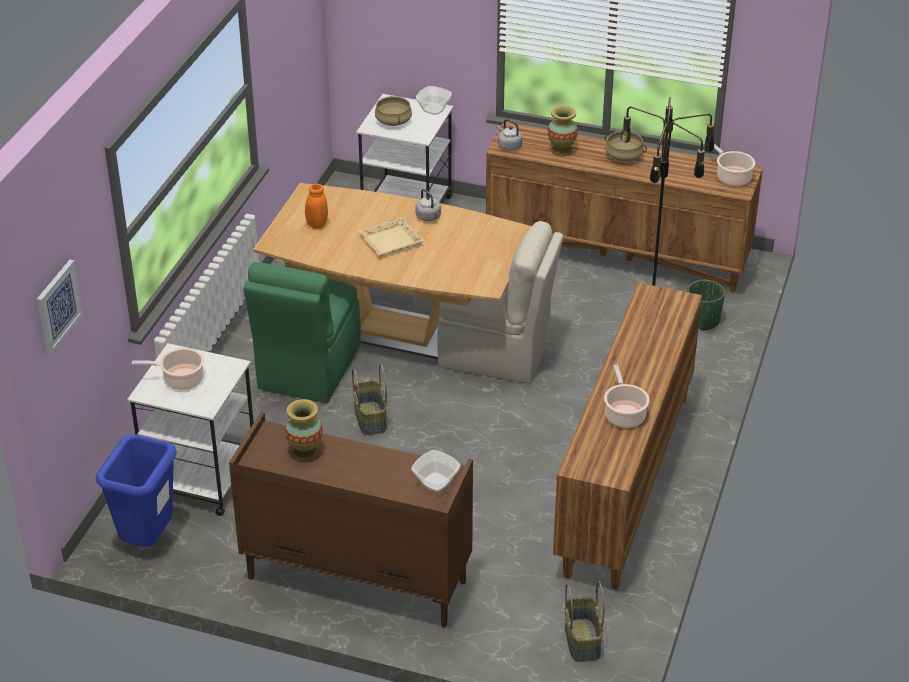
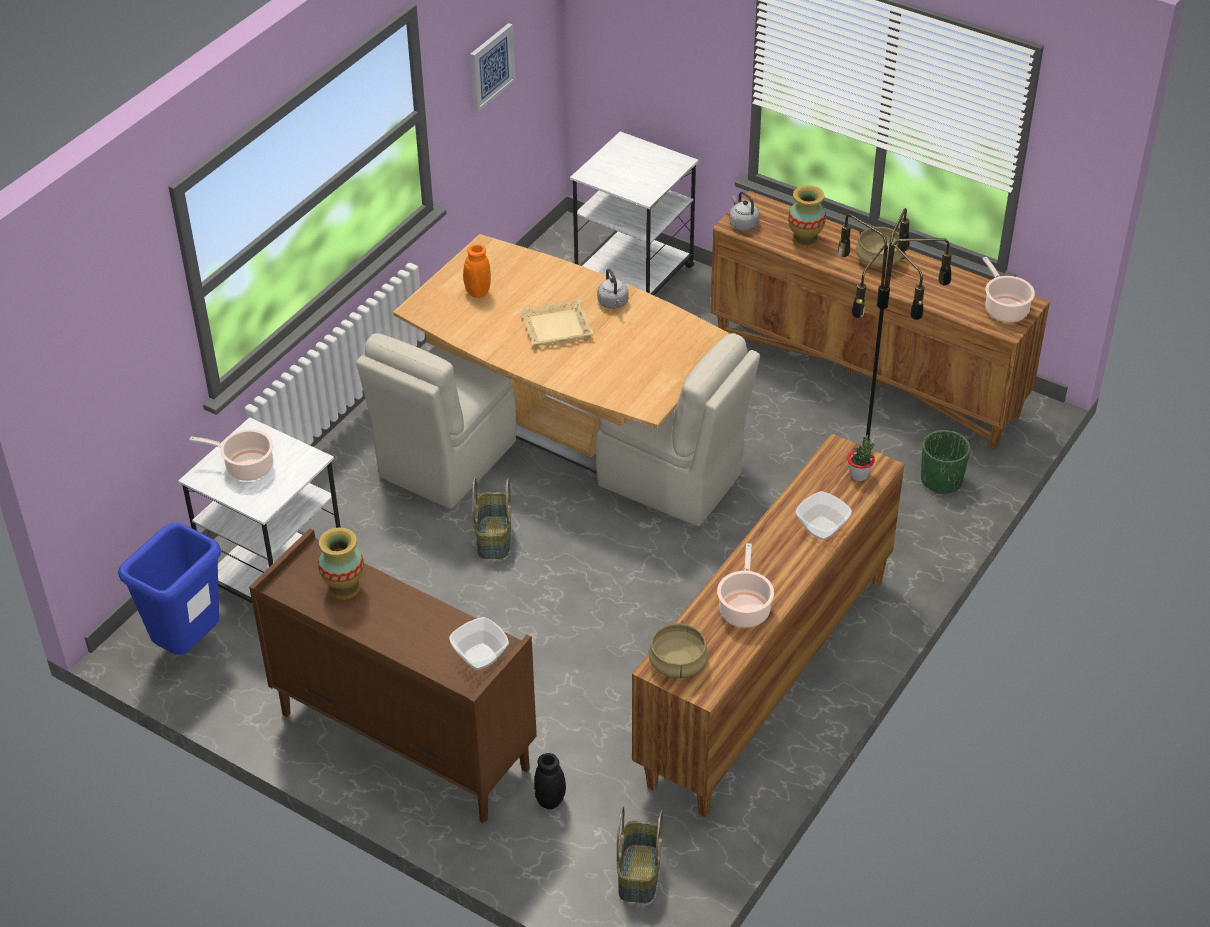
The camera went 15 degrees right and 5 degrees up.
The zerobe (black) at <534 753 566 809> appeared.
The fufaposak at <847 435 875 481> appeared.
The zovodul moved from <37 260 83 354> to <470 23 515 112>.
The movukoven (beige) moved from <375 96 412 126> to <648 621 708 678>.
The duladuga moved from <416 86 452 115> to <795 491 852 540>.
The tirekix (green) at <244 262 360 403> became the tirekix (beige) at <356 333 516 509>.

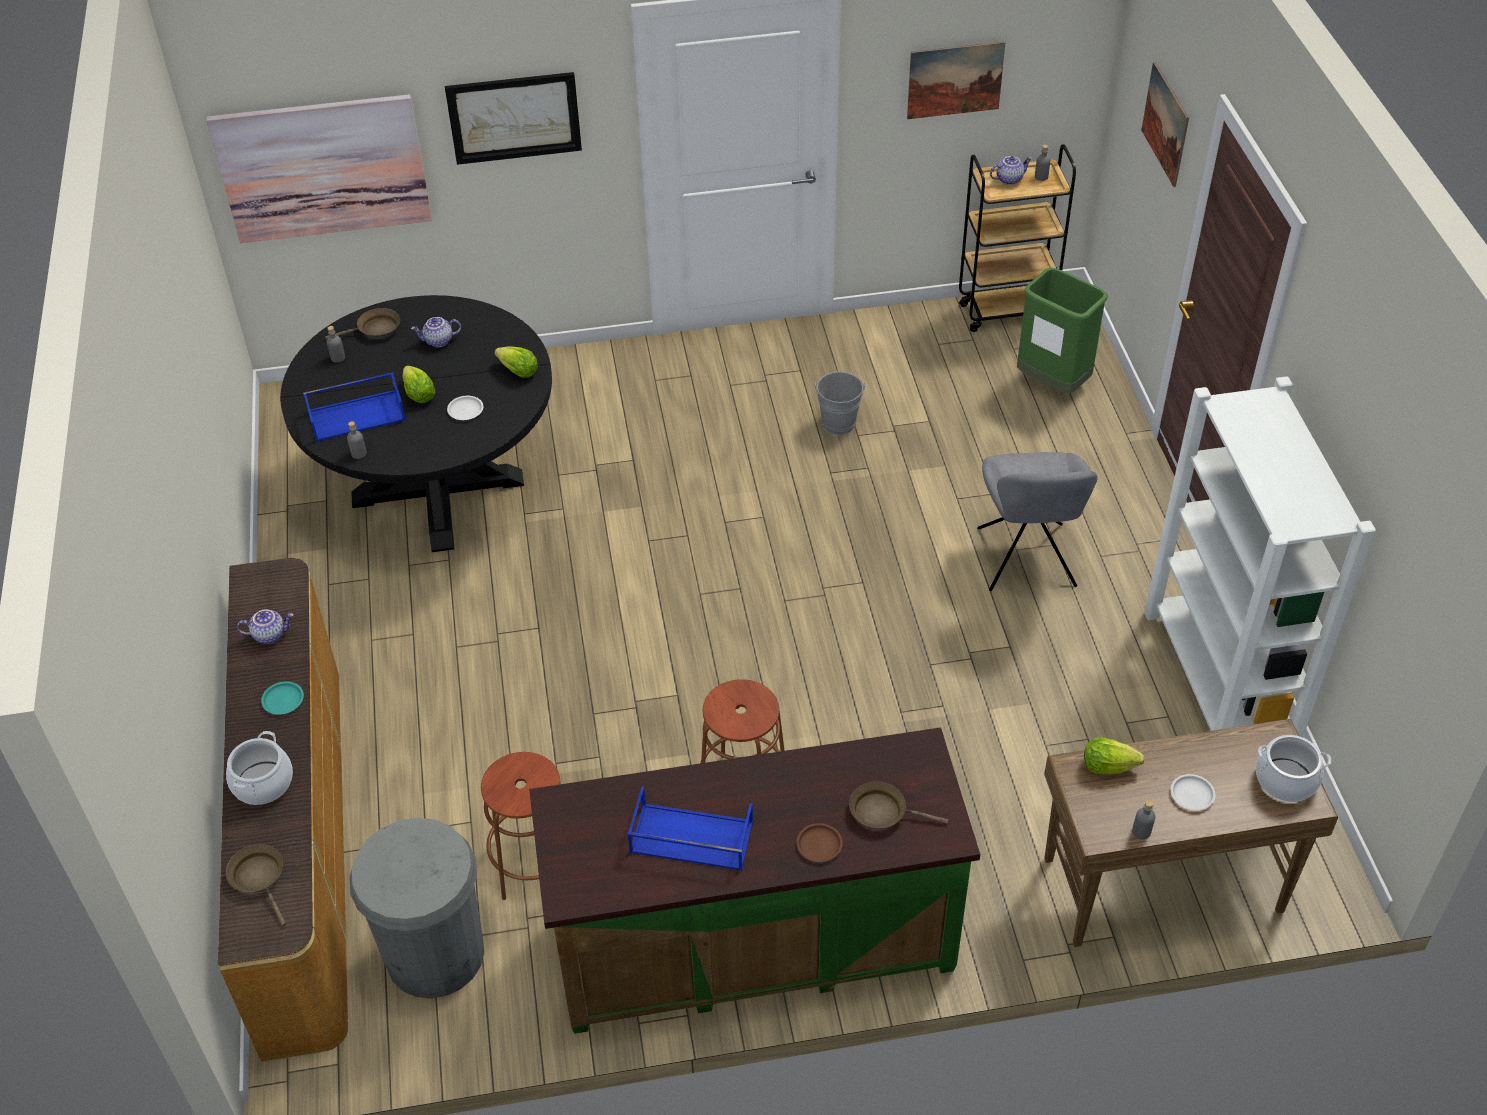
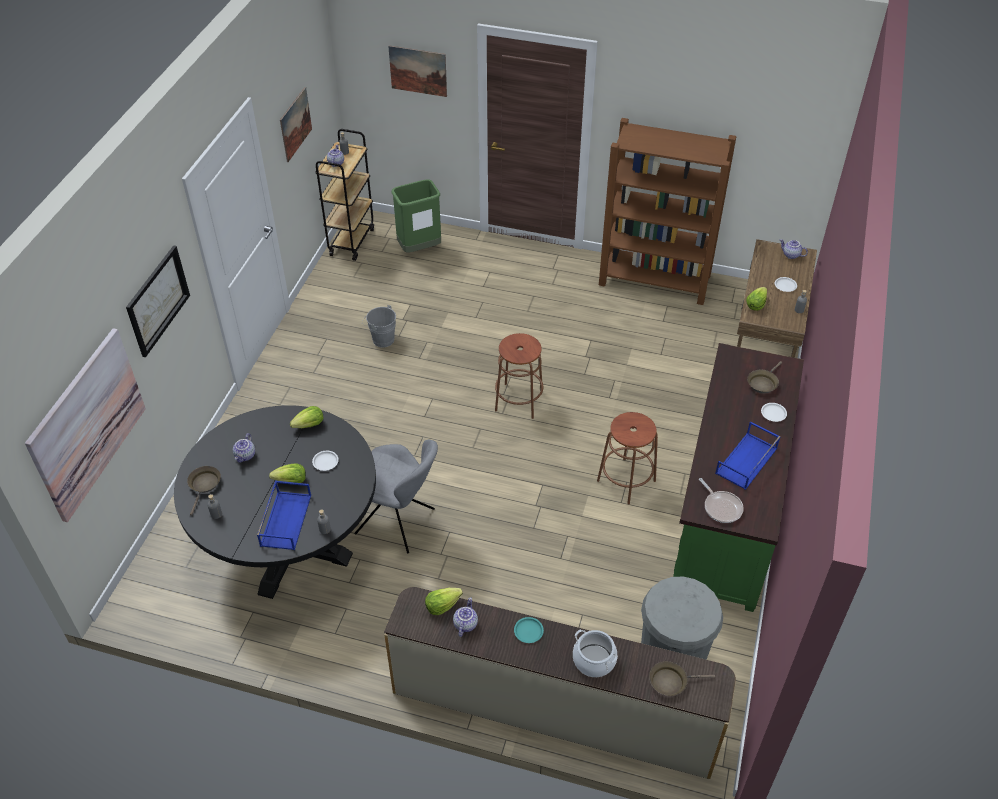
The camera went 65 degrees left and 0 degrees up.
The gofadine at <425 588 463 615> appeared.
The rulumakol at <699 478 744 523> appeared.
The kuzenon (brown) moved from <481 752 560 900> to <495 333 544 419>.
The tirekix (grey) moved from <977 452 1098 591> to <354 440 438 554>.
The movukoven at <1256 735 1331 802> was replaced by the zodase at <780 239 808 259>.
The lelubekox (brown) at <796 823 843 862> became the lelubekox (white) at <761 403 787 422>.
The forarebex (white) at <1144 376 1376 737> became the forarebex (brown) at <599 118 737 305>.

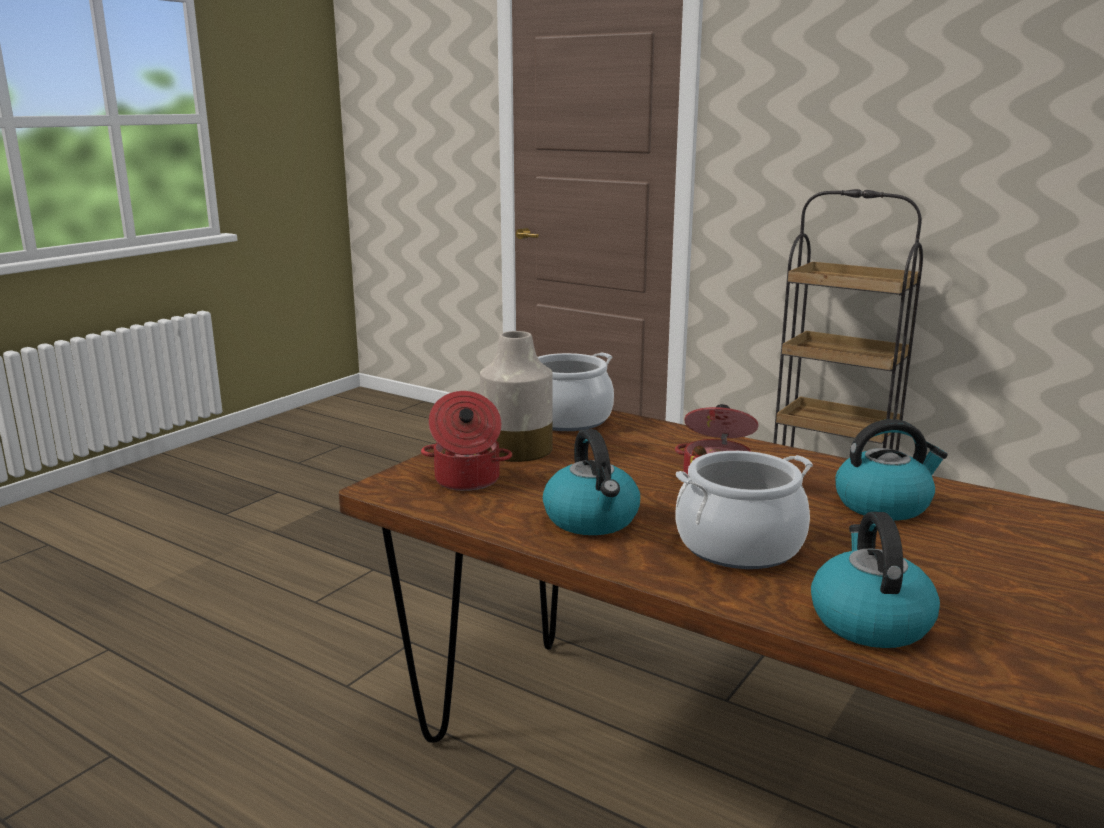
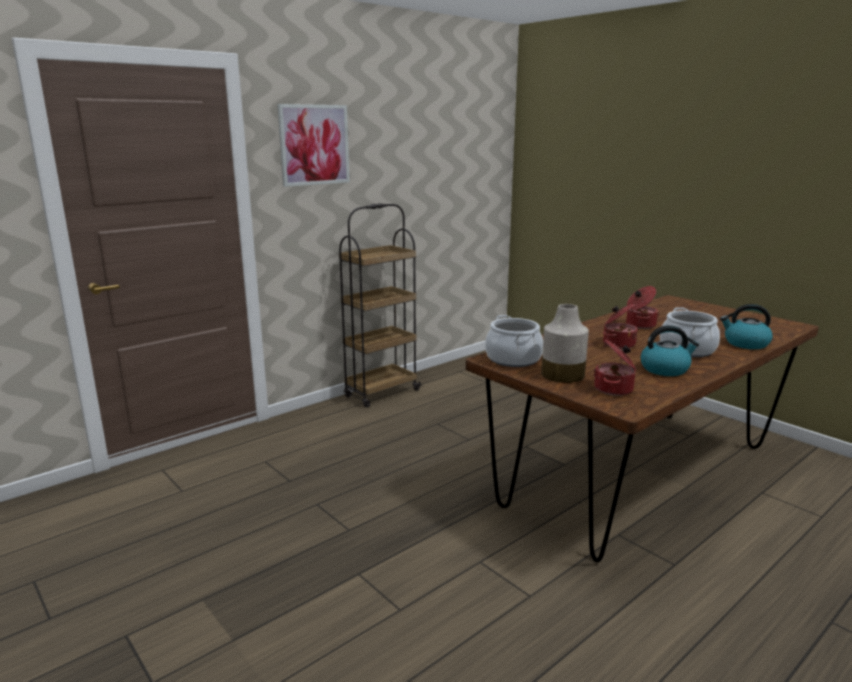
The camera went 75 degrees left and 0 degrees up.
The zovodul at <277 104 350 187> appeared.
The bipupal at <835 419 948 520> was replaced by the movukoven at <626 286 659 329>.

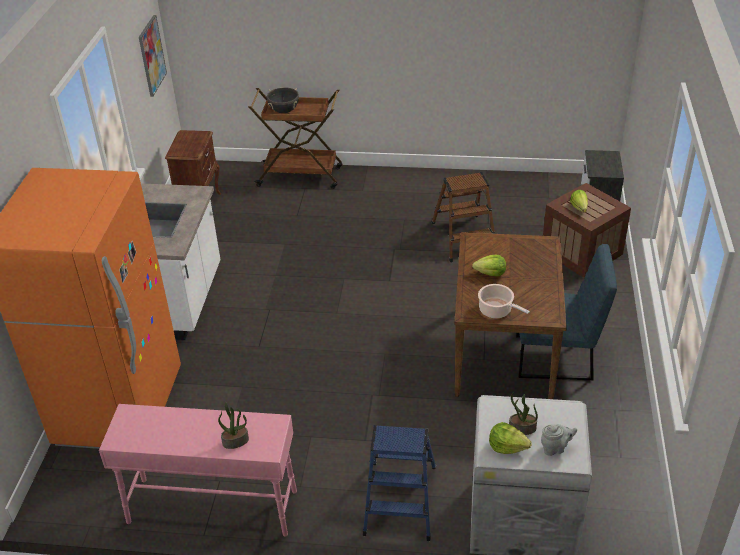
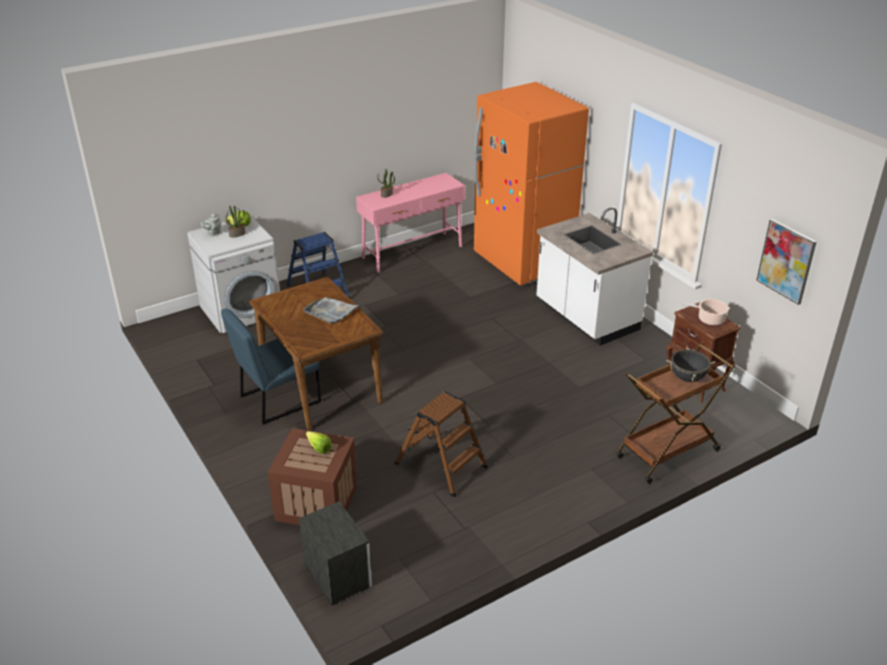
The camera went 140 degrees right and 5 degrees down.
The movukoven moved from <478 284 530 318> to <681 299 729 325>.
The gofadine at <472 255 506 276> was replaced by the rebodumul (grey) at <303 297 359 324>.

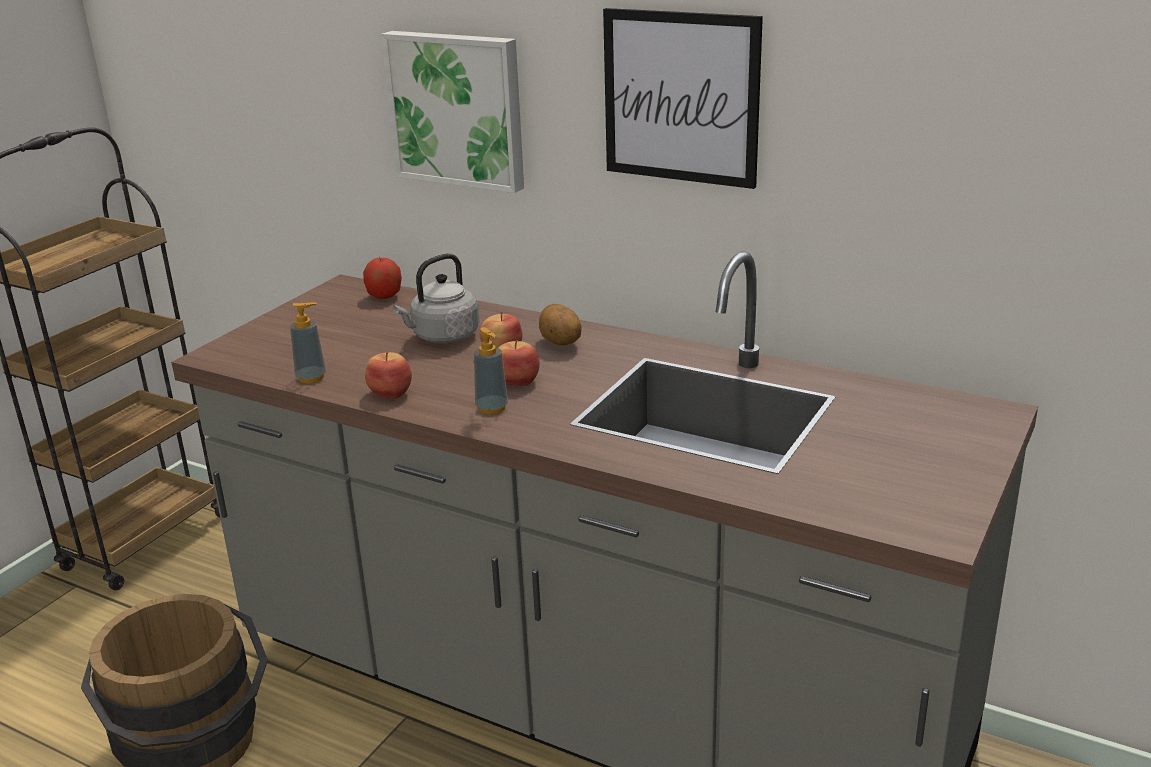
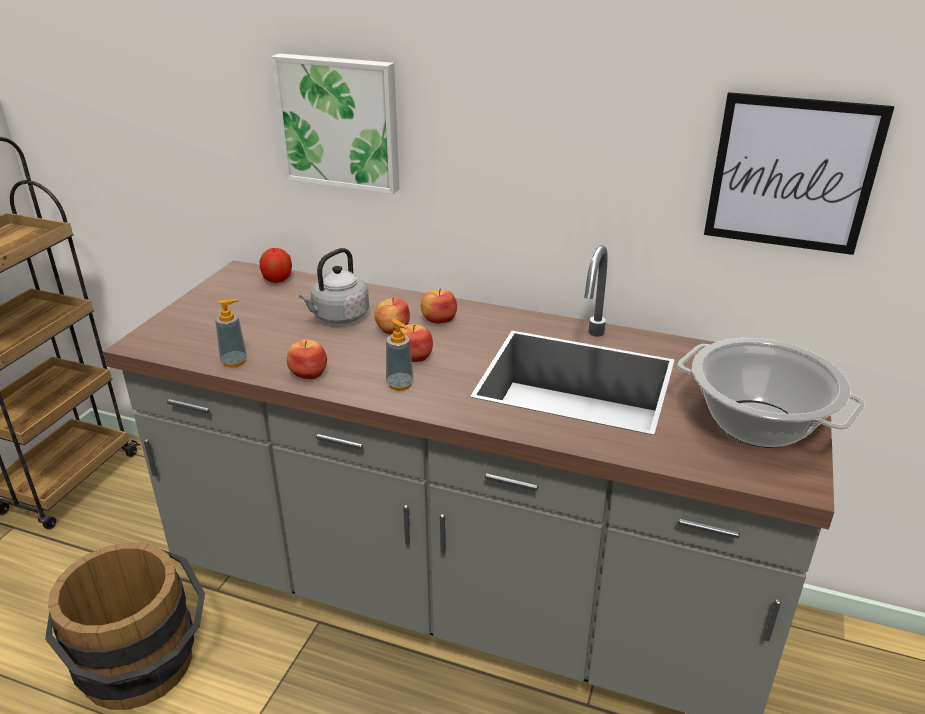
The camera went 10 degrees left and 5 degrees up.
The movukoven at <677 338 865 448> appeared.
The zovodul moved from <603 8 763 189> to <704 92 894 255>.
The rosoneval at <539 304 582 345> was replaced by the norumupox at <421 288 457 324>.

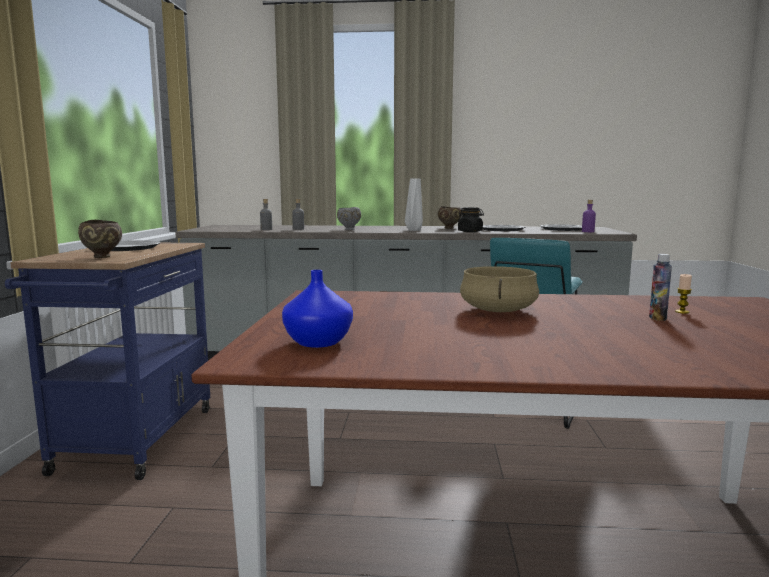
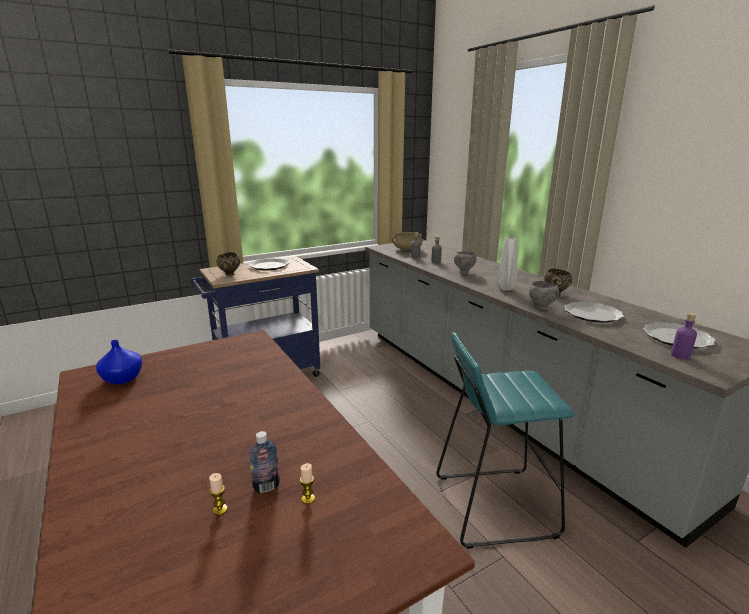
The camera went 55 degrees right and 10 degrees up.
The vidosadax at <209 473 228 515> appeared.
The movukoven (beige) moved from <460 266 539 312> to <392 232 425 250>.
The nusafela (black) at <458 207 484 232> was replaced by the duladuga (grey) at <529 281 559 310>.

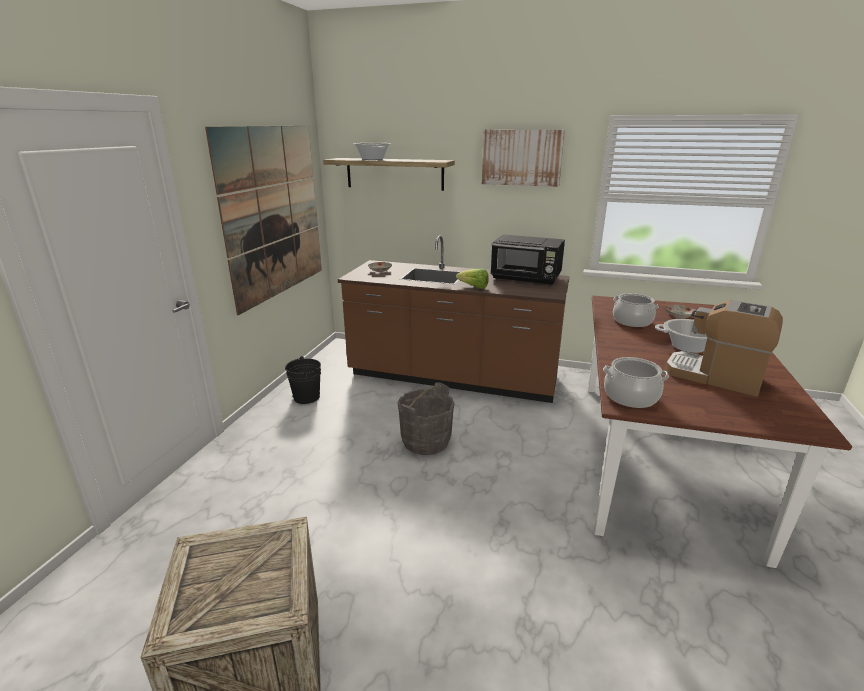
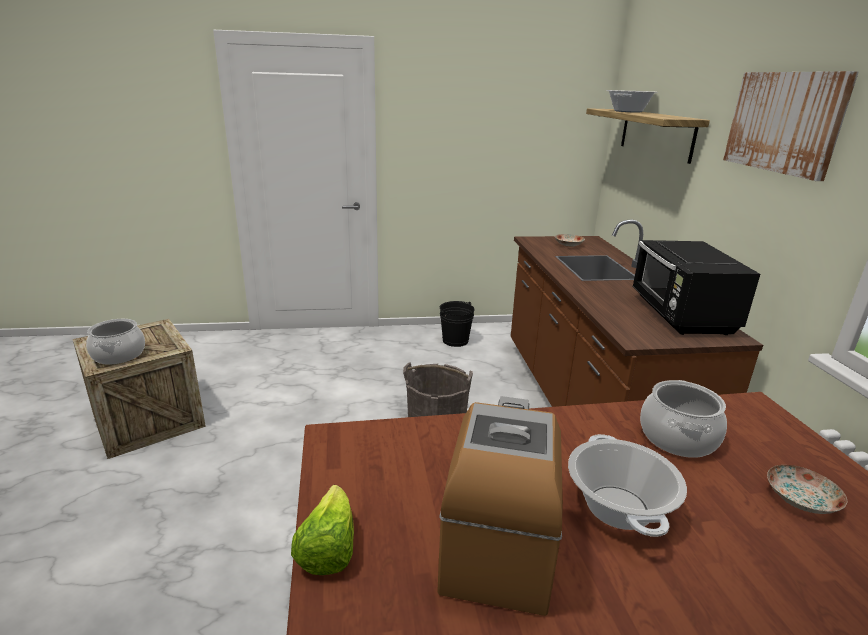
The camera went 65 degrees right and 0 degrees up.
The zovodul at <205 126 322 315> disappeared.
The gofadine moved from <456 269 489 289> to <291 485 354 575>.
The movukoven moved from <603 357 669 408> to <86 319 145 365>.

